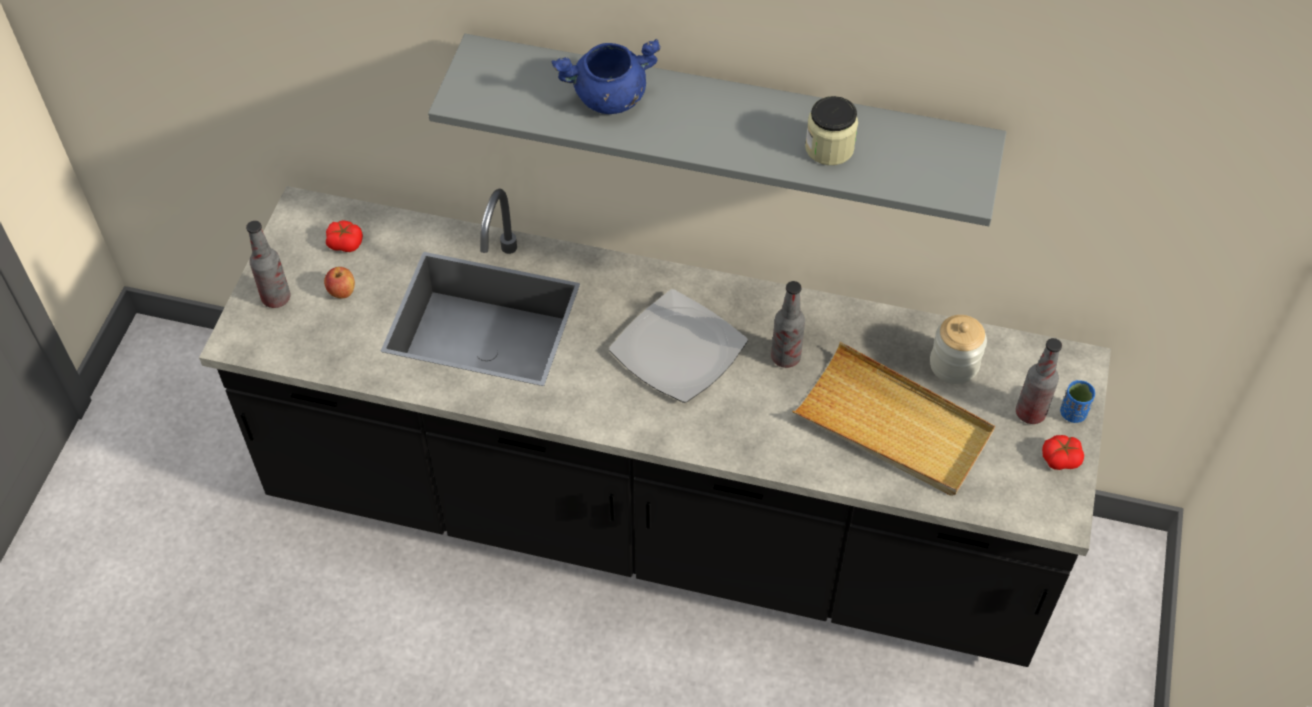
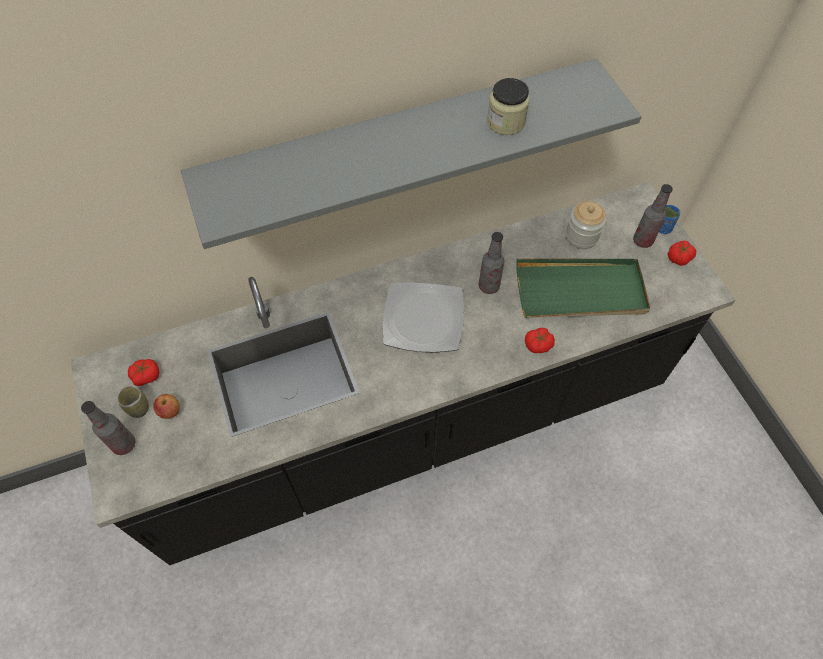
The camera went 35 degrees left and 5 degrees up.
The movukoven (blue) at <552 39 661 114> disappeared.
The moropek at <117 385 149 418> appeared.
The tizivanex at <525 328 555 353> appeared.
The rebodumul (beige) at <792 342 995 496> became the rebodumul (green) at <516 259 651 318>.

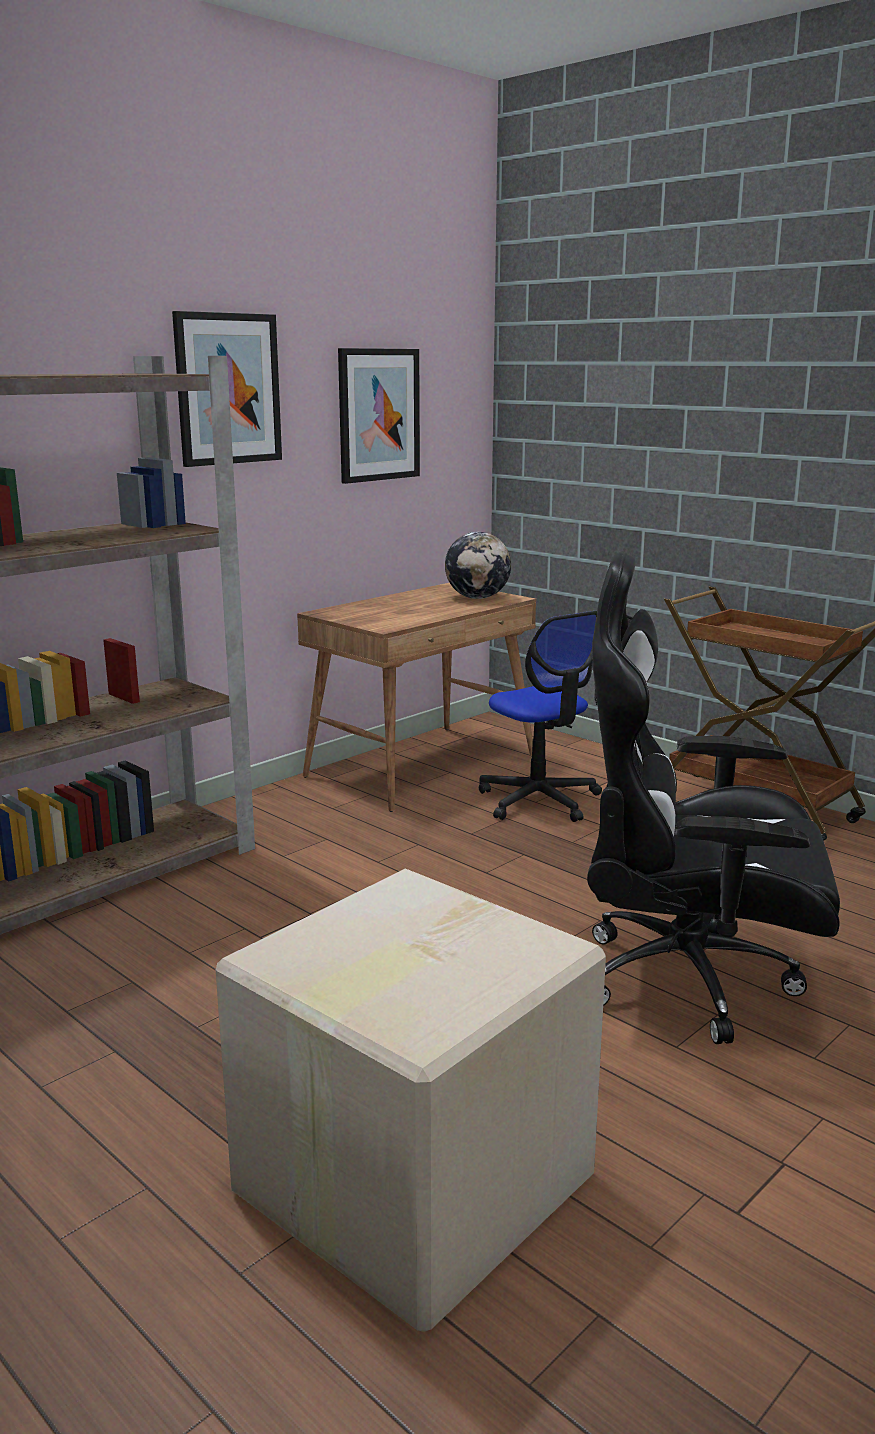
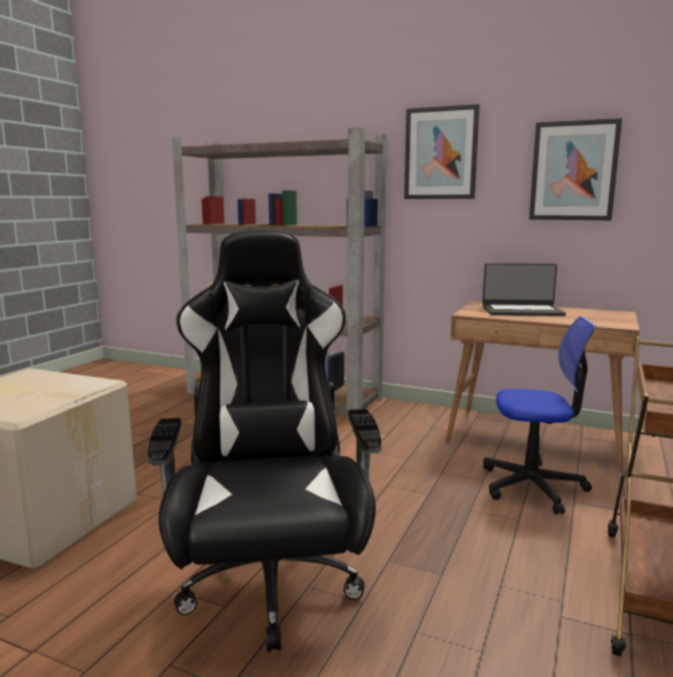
The camera went 70 degrees right and 5 degrees down.
The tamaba at <445 532 511 599> disappeared.
The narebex at <482 263 566 316> appeared.
The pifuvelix at <479 611 602 822> turned 120 degrees counterclockwise.

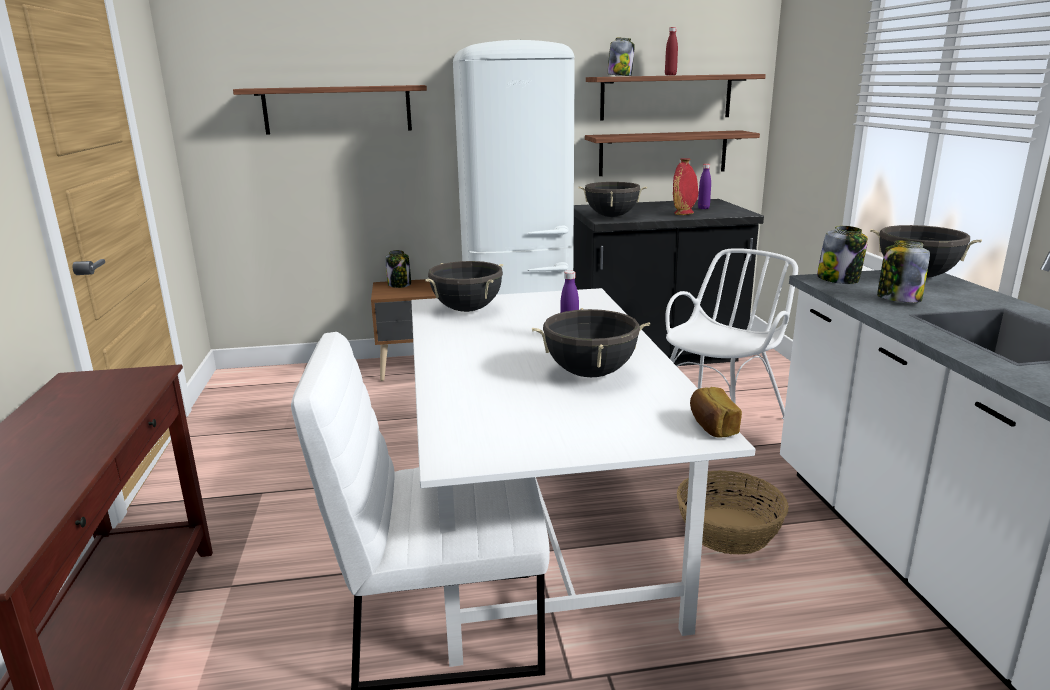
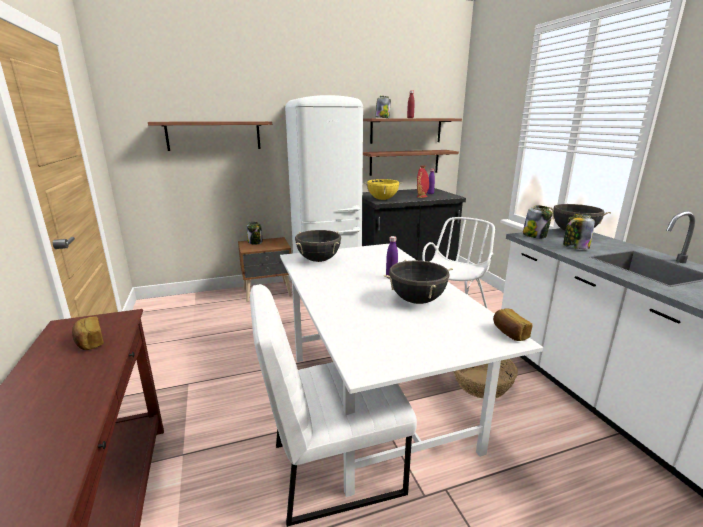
The camera went 10 degrees left and 0 degrees up.
The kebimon at <72 317 104 350> appeared.
The movukoven (black) at <578 182 647 217> became the movukoven (yellow) at <363 179 403 200>.

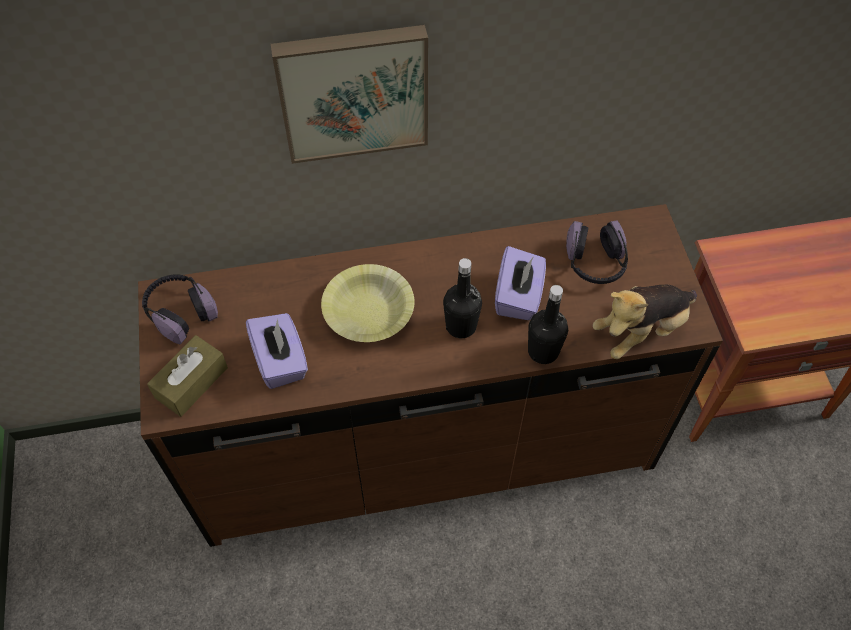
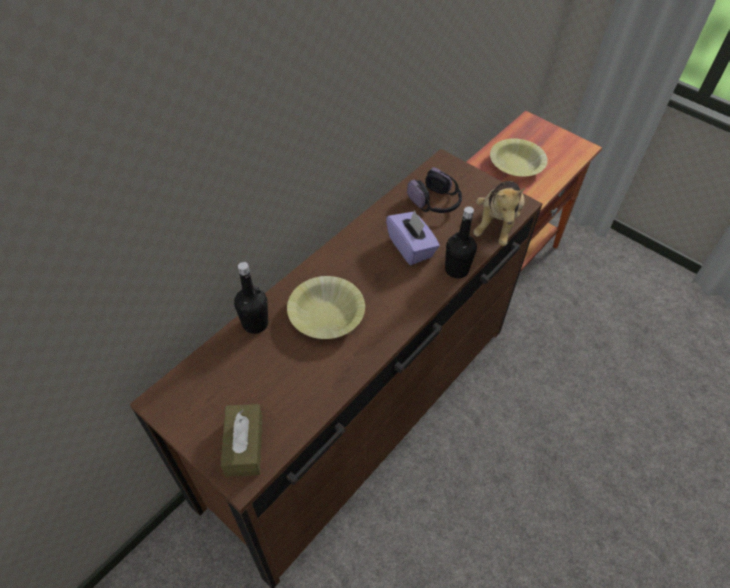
The camera went 40 degrees left and 5 degrees down.
The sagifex at <142 274 218 344> disappeared.
The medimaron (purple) at <246 313 308 389> disappeared.
The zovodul at <271 25 428 164> disappeared.
The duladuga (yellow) at <490 139 548 176> appeared.
The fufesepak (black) moved from <443 258 482 338> to <234 262 268 334>.

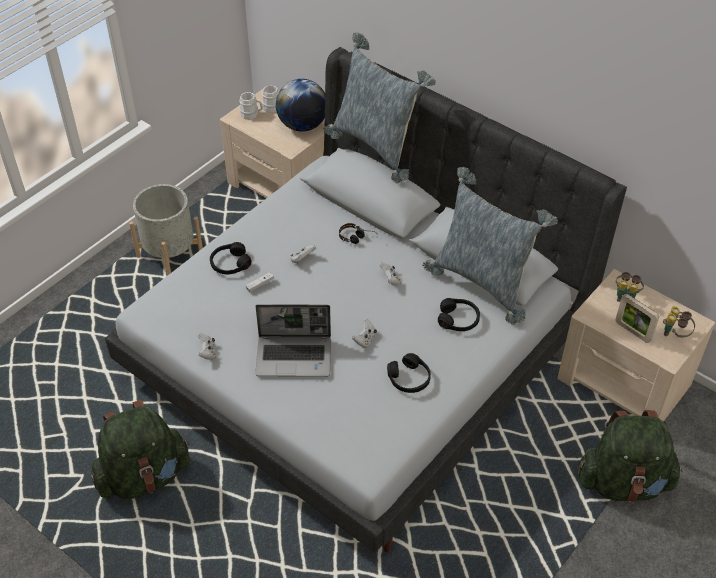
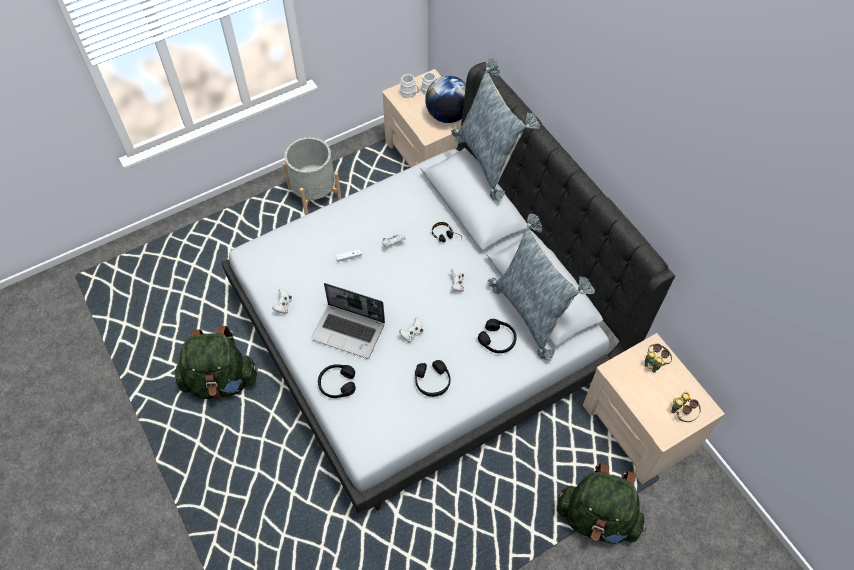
The camera went 20 degrees right and 10 degrees up.
The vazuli at <615 294 659 343> disappeared.
The sagifex (black) moved from <210 242 251 274> to <318 364 356 398>.

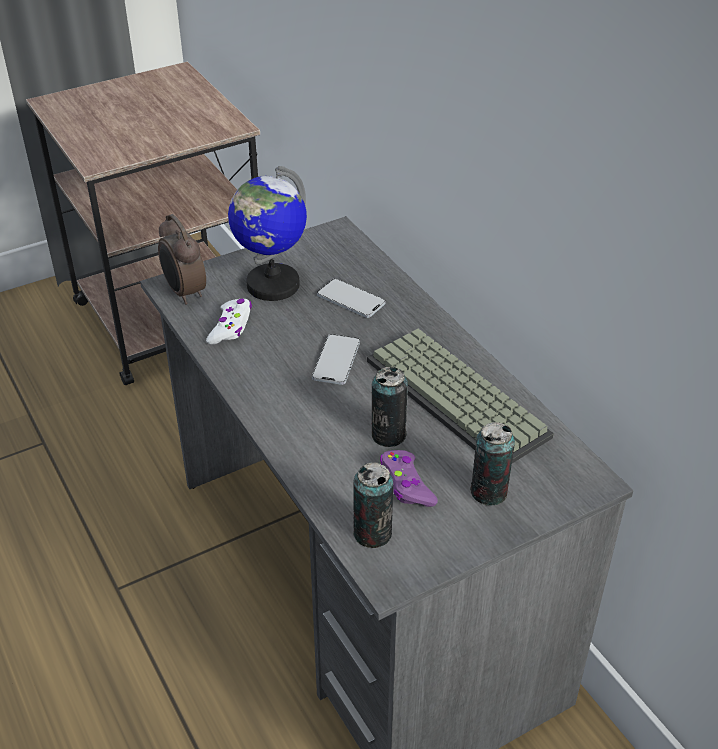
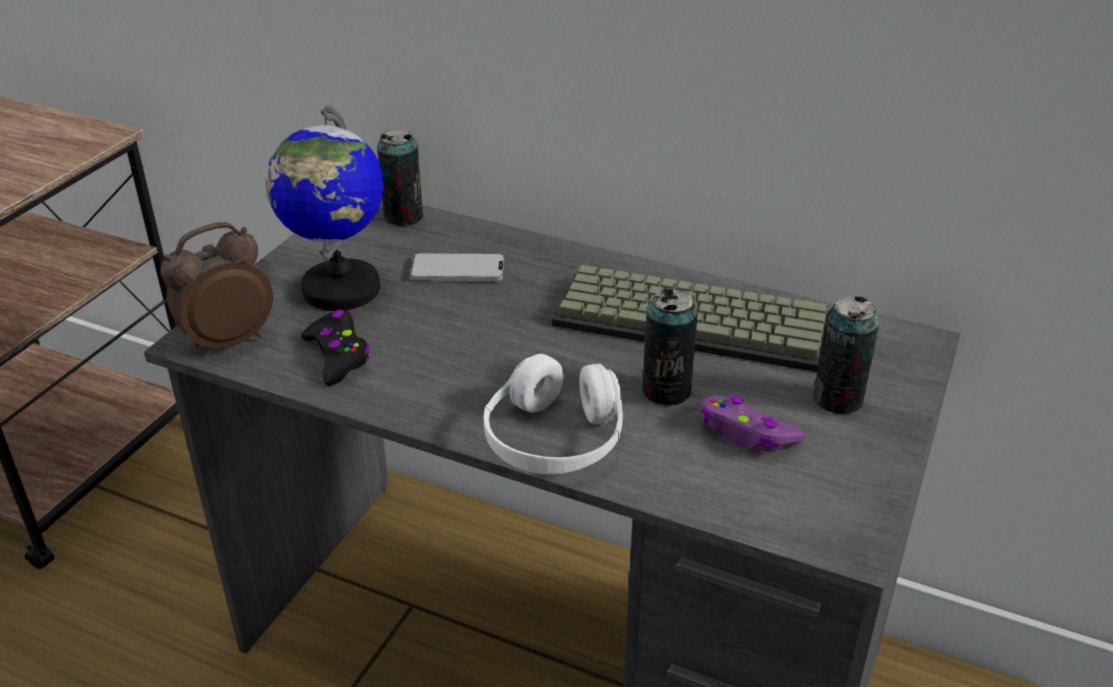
The camera went 35 degrees left and 5 degrees down.
The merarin at <312 334 360 385> disappeared.
The sagifex (white) at <484 354 623 474> appeared.
The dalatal moved from <353 462 393 548> to <377 129 423 226>.
The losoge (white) at <206 299 252 344> became the losoge (black) at <301 310 370 386>.
The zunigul at <158 214 206 305> turned 120 degrees clockwise.

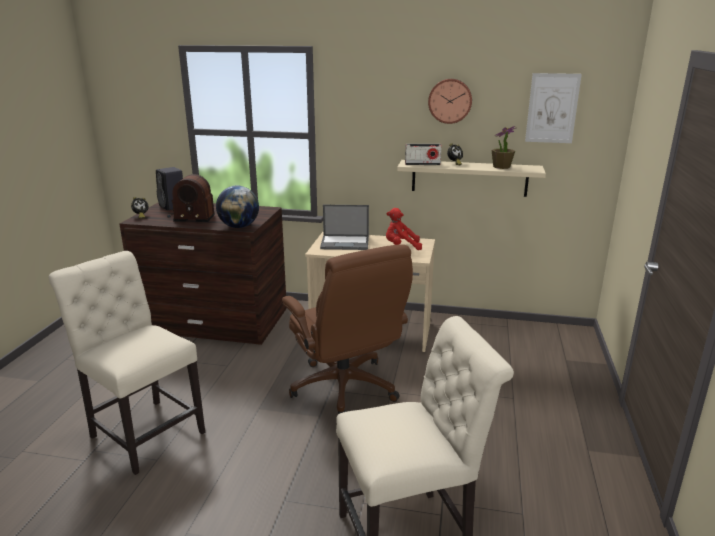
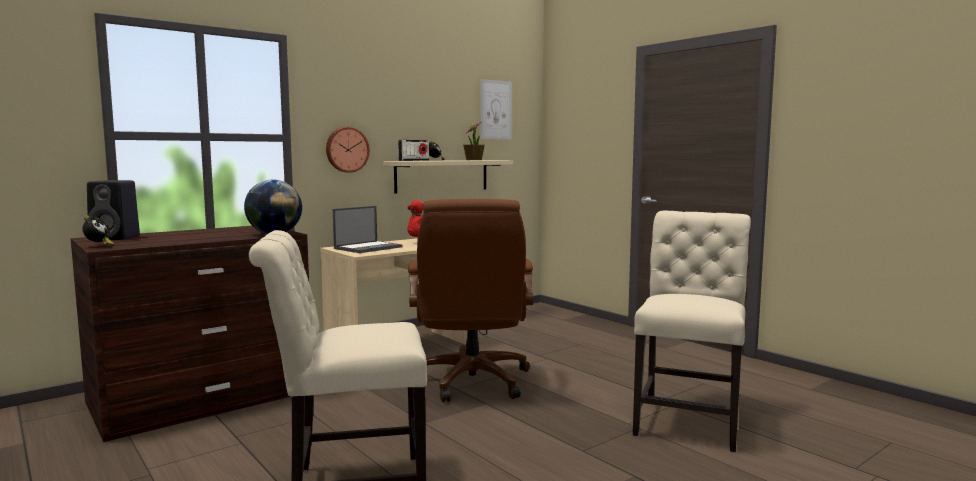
The camera went 50 degrees left and 15 degrees down.
The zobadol at <167 174 215 222> disappeared.
The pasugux moved from <428 79 472 124> to <326 127 370 173>.
The pifuvelix (brown) at <282 244 413 414> turned 75 degrees clockwise.

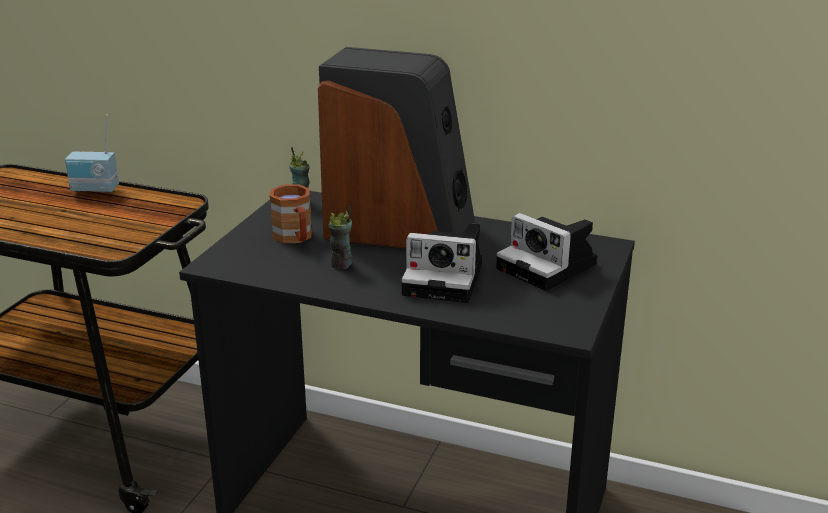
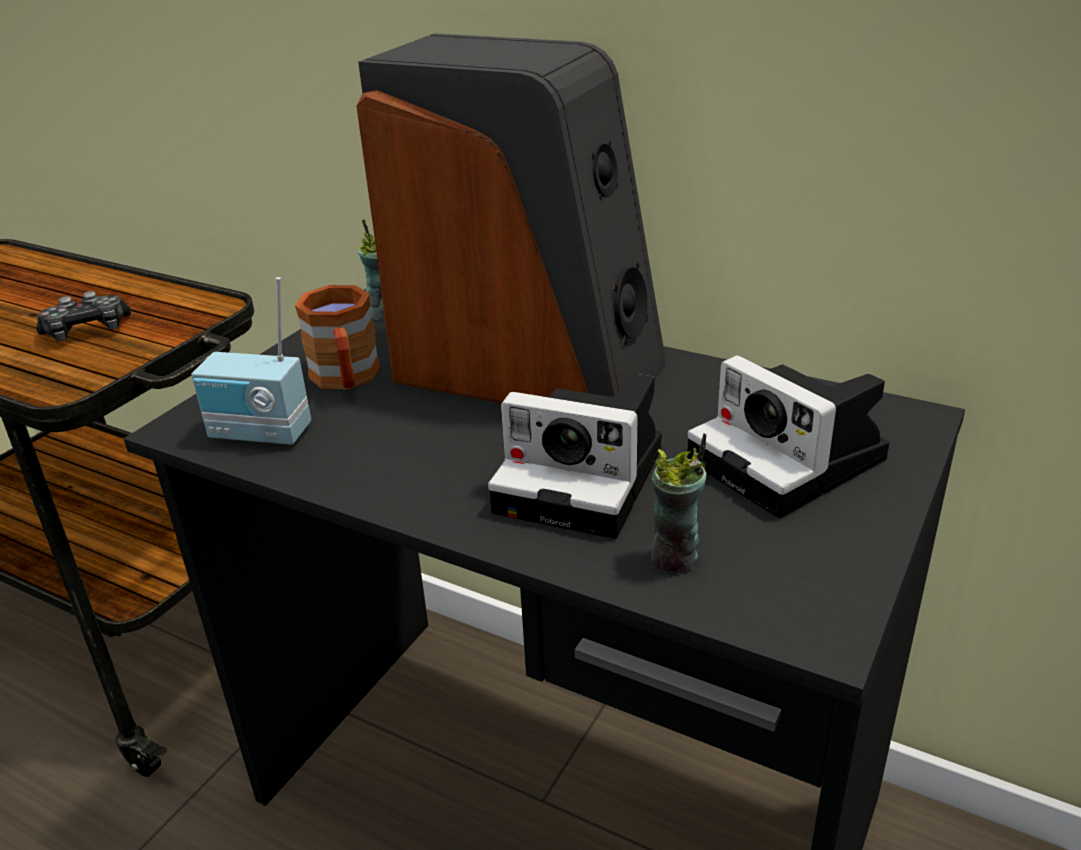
The camera went 10 degrees right and 5 degrees up.
The losoge at <36 291 131 341> appeared.
The zobadol moved from <65 114 119 193> to <191 277 311 445>.
The moropek moved from <329 204 352 269> to <652 433 707 574>.

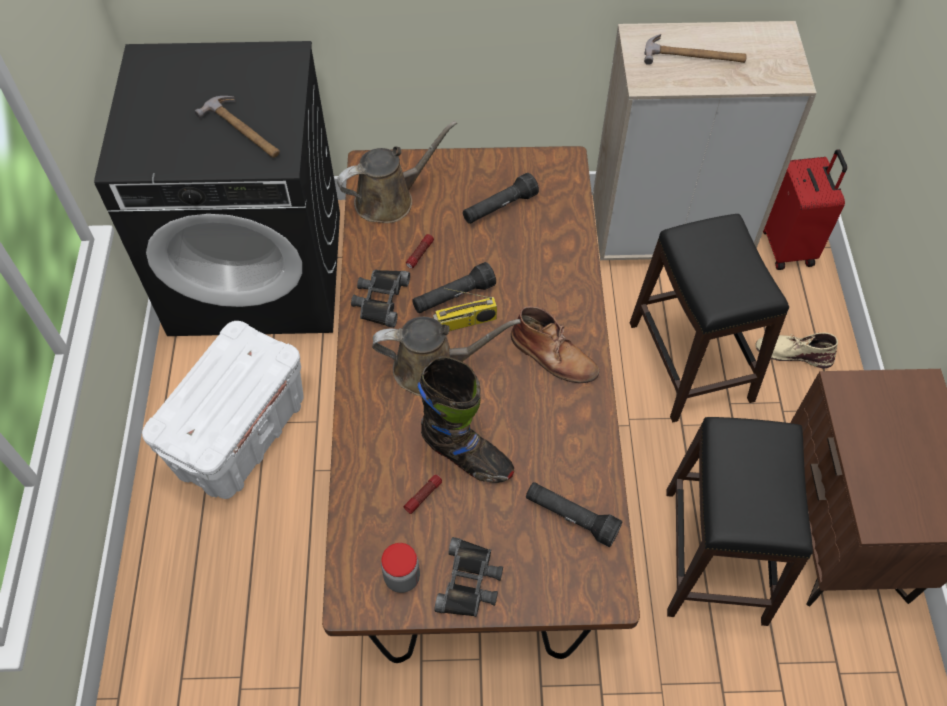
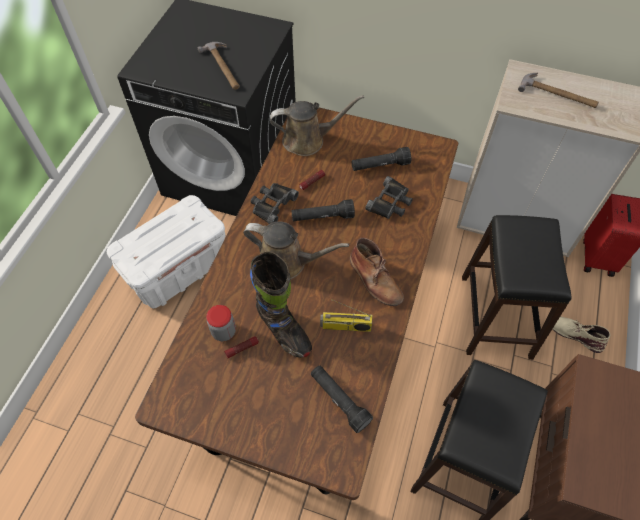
The camera went 20 degrees right and 0 degrees up.
The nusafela moved from <381 543 420 593> to <206 305 236 341>.
The zobadol moved from <433 288 497 331> to <320 299 372 332>.
The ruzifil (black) moved from <434 537 503 617> to <365 176 413 219>.

